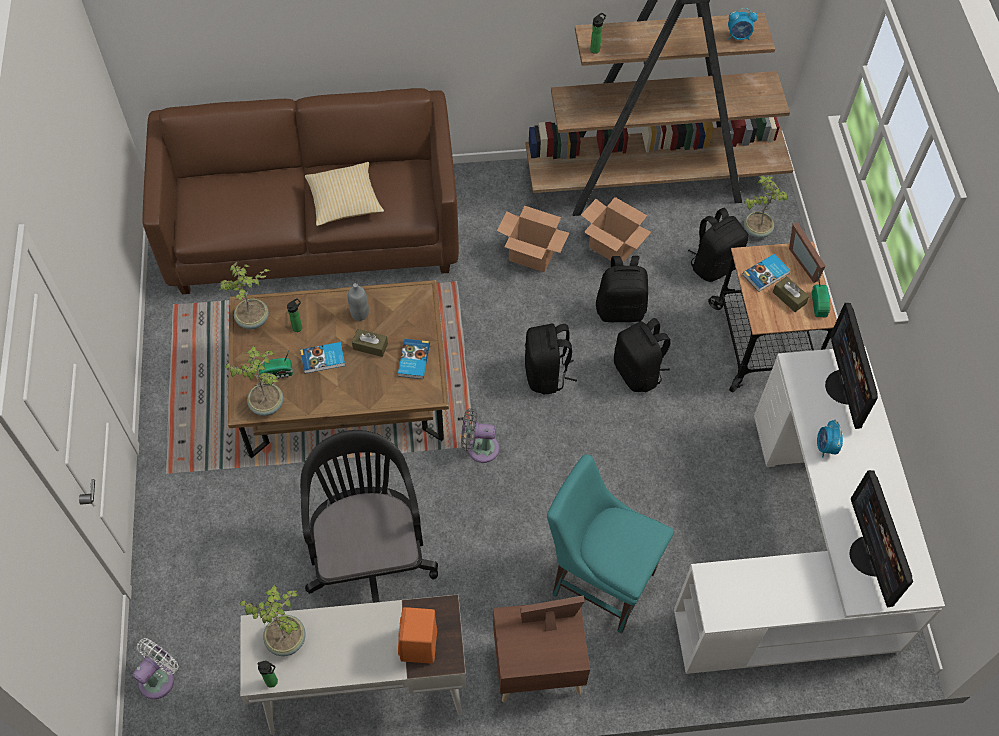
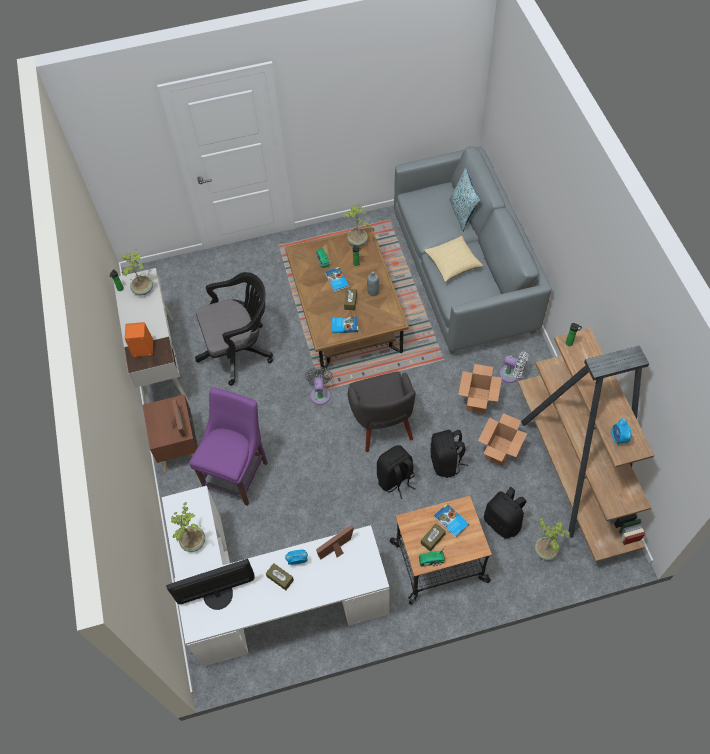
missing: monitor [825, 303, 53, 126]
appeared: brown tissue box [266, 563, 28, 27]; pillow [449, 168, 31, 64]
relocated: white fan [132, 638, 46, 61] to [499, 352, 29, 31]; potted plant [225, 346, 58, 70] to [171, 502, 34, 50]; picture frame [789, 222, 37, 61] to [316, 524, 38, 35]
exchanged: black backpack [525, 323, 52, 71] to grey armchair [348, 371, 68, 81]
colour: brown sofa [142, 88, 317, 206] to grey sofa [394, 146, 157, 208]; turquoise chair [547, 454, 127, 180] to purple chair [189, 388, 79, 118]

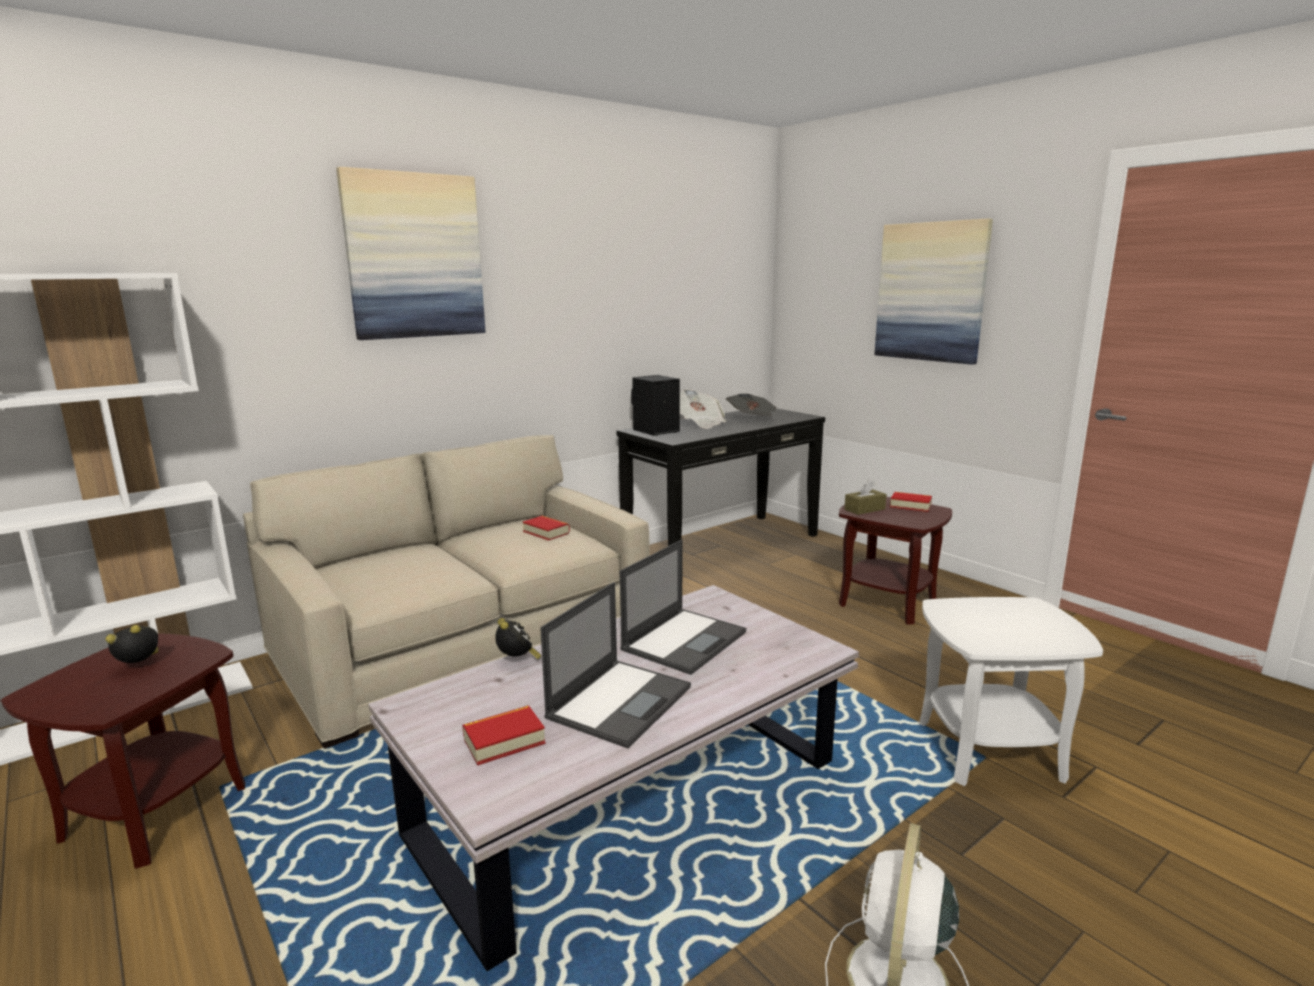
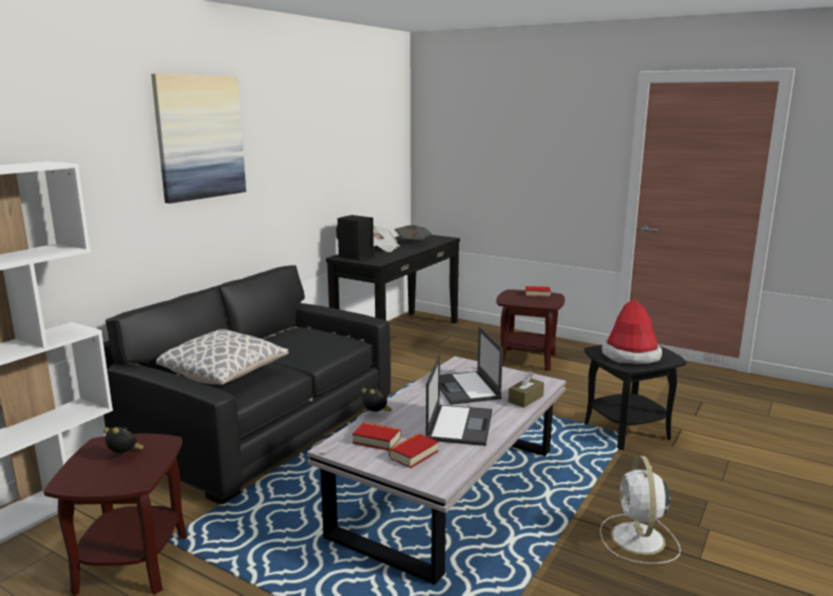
missing: picture [875, 219, 118, 146]
appeared: pillow [156, 329, 132, 56]; hat [602, 299, 60, 65]
relocated: book [522, 516, 48, 25] to [352, 422, 49, 29]; brown tissue box [844, 479, 43, 36] to [508, 371, 36, 37]
colour: beige sofa [243, 435, 407, 314] to black sofa [103, 265, 288, 239]; white side table [919, 597, 184, 189] to black side table [584, 345, 103, 105]
spun: alarm clock [106, 625, 53, 38] = [103, 427, 41, 26] 75 degrees clockwise; laptop [620, 540, 126, 135] = [440, 326, 63, 79] 150 degrees clockwise

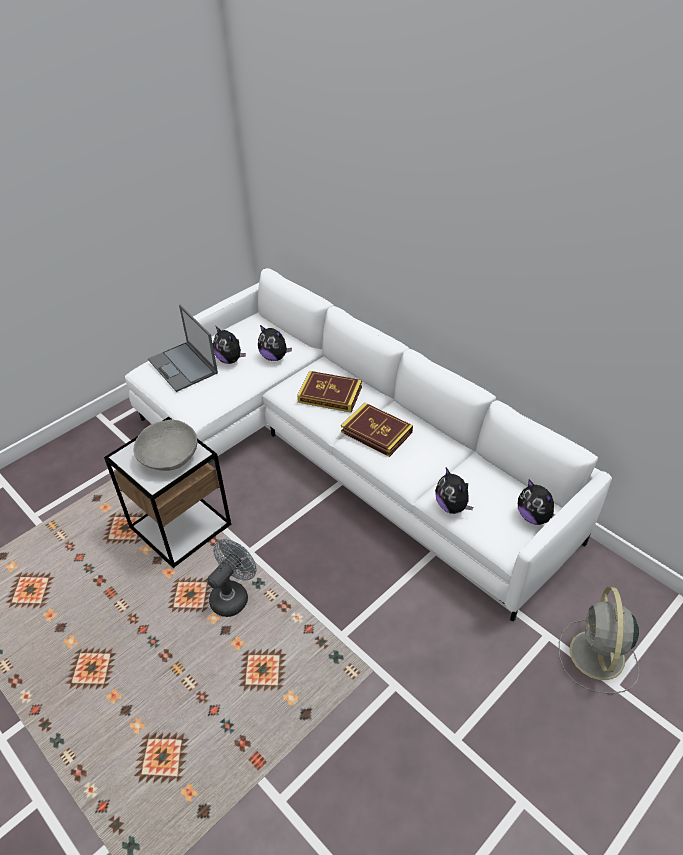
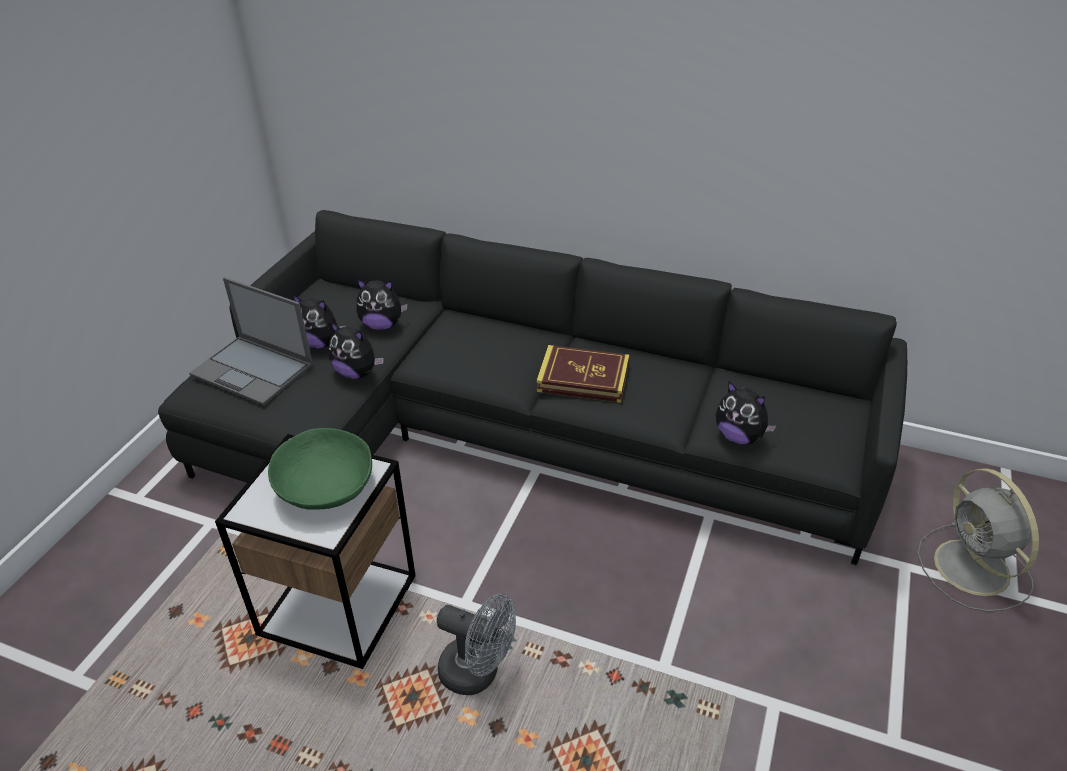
missing: book [297, 371, 65, 41]
relocated: plush toy [518, 479, 37, 46] to [329, 321, 55, 58]
colour: white sofa [125, 268, 487, 354] to black sofa [158, 210, 749, 356]; grey bowl [134, 420, 63, 51] to green bowl [268, 428, 104, 82]
spun: grey fan [207, 539, 50, 78] = [437, 594, 79, 101] 105 degrees clockwise

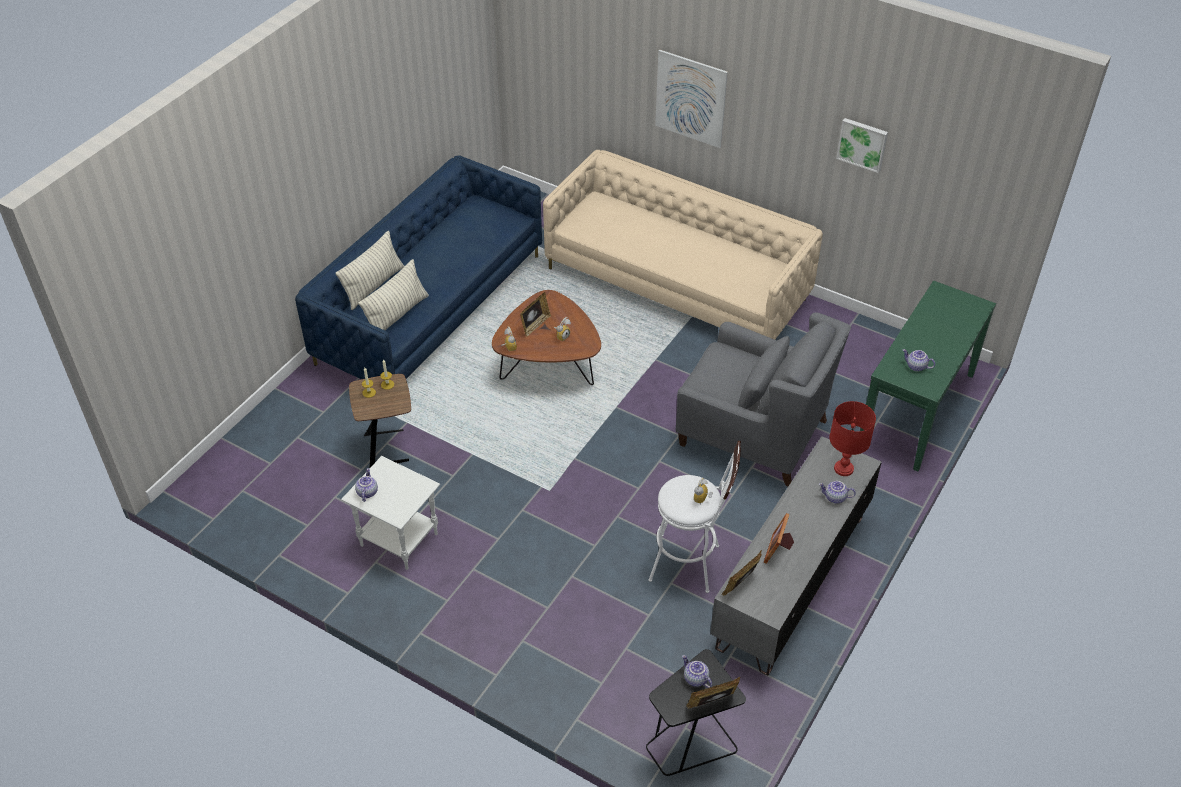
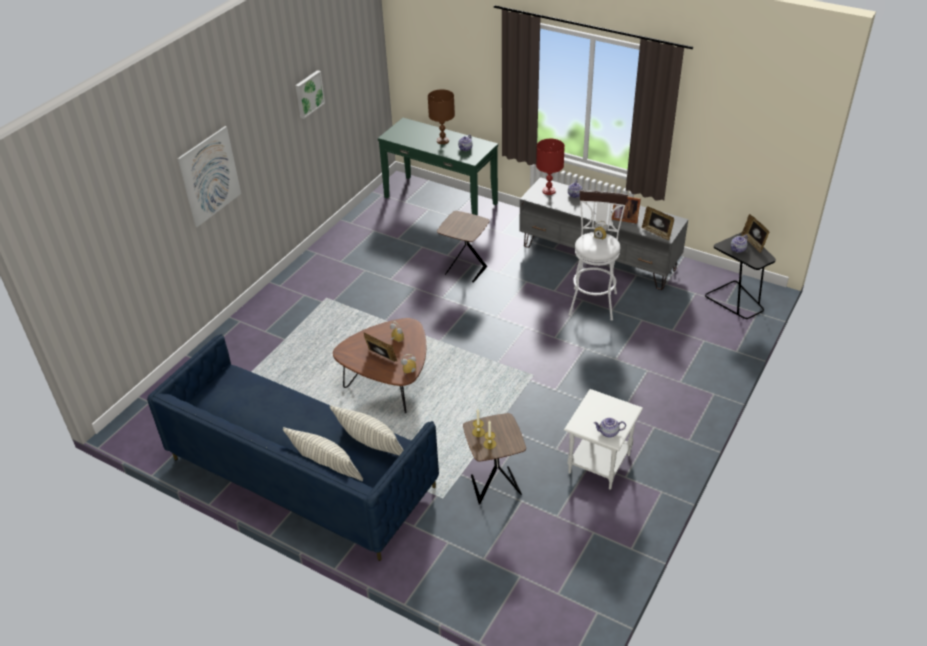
missing: beige sofa [543, 150, 280, 190]
appeared: brown table lamp [428, 89, 27, 55]
exchanged: grey armchair [676, 312, 175, 174] to brown side table [437, 211, 53, 72]

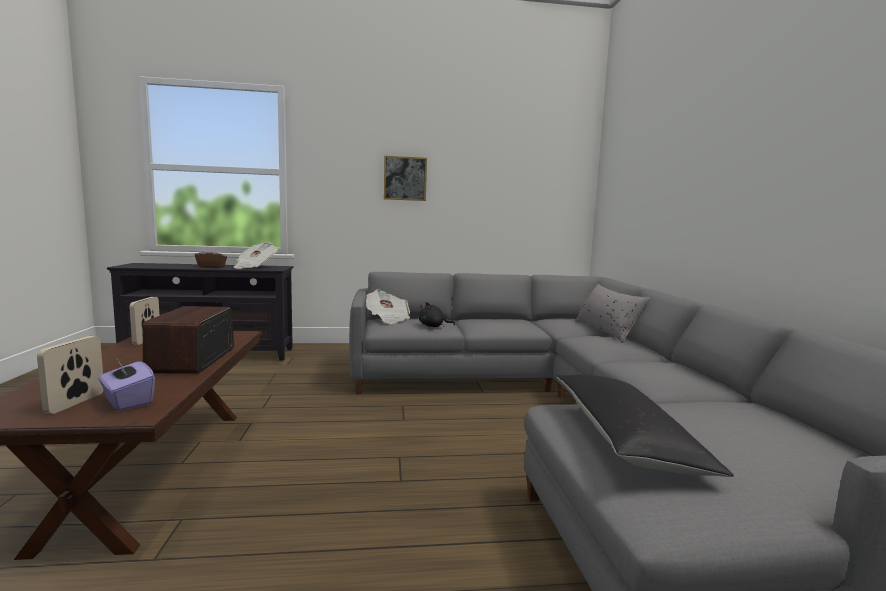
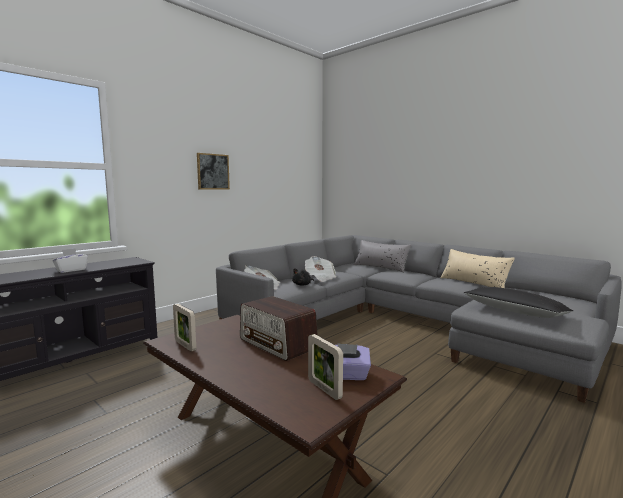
appeared: beige pillow [440, 249, 75, 39]
relocated: newspaper [234, 242, 44, 27] to [305, 256, 31, 26]
colour: brown tissue box [195, 247, 32, 21] to white tissue box [53, 248, 35, 25]

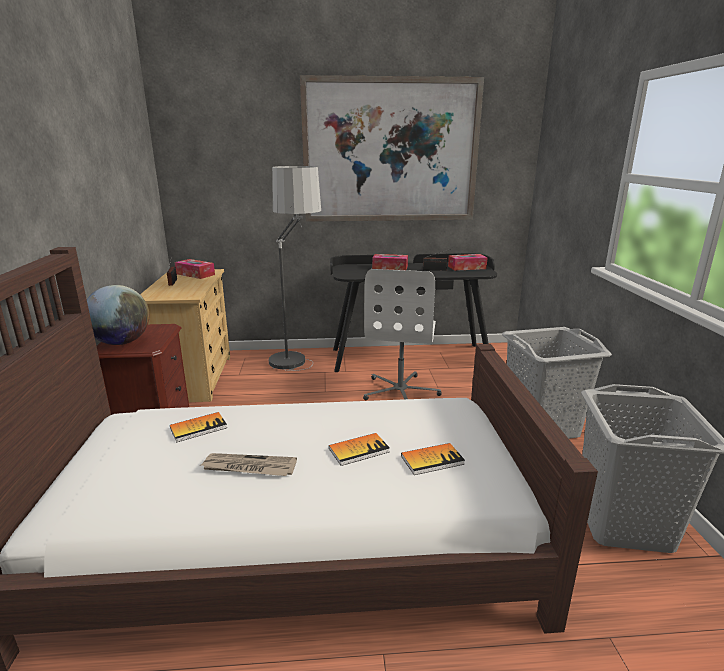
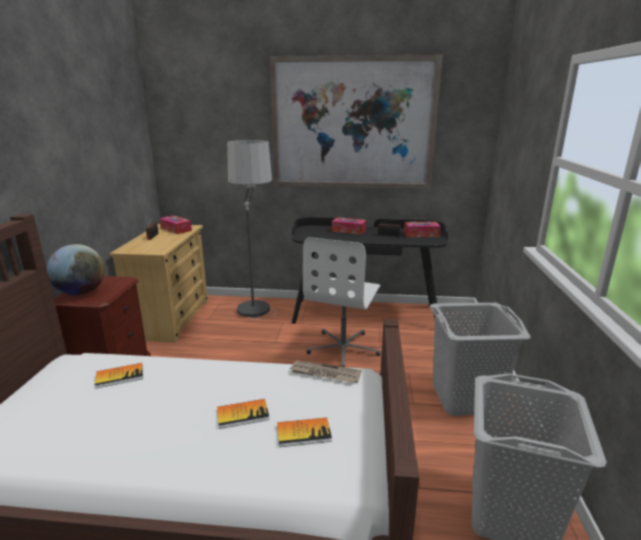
relocated: newspaper [201, 453, 96, 23] to [290, 361, 71, 22]

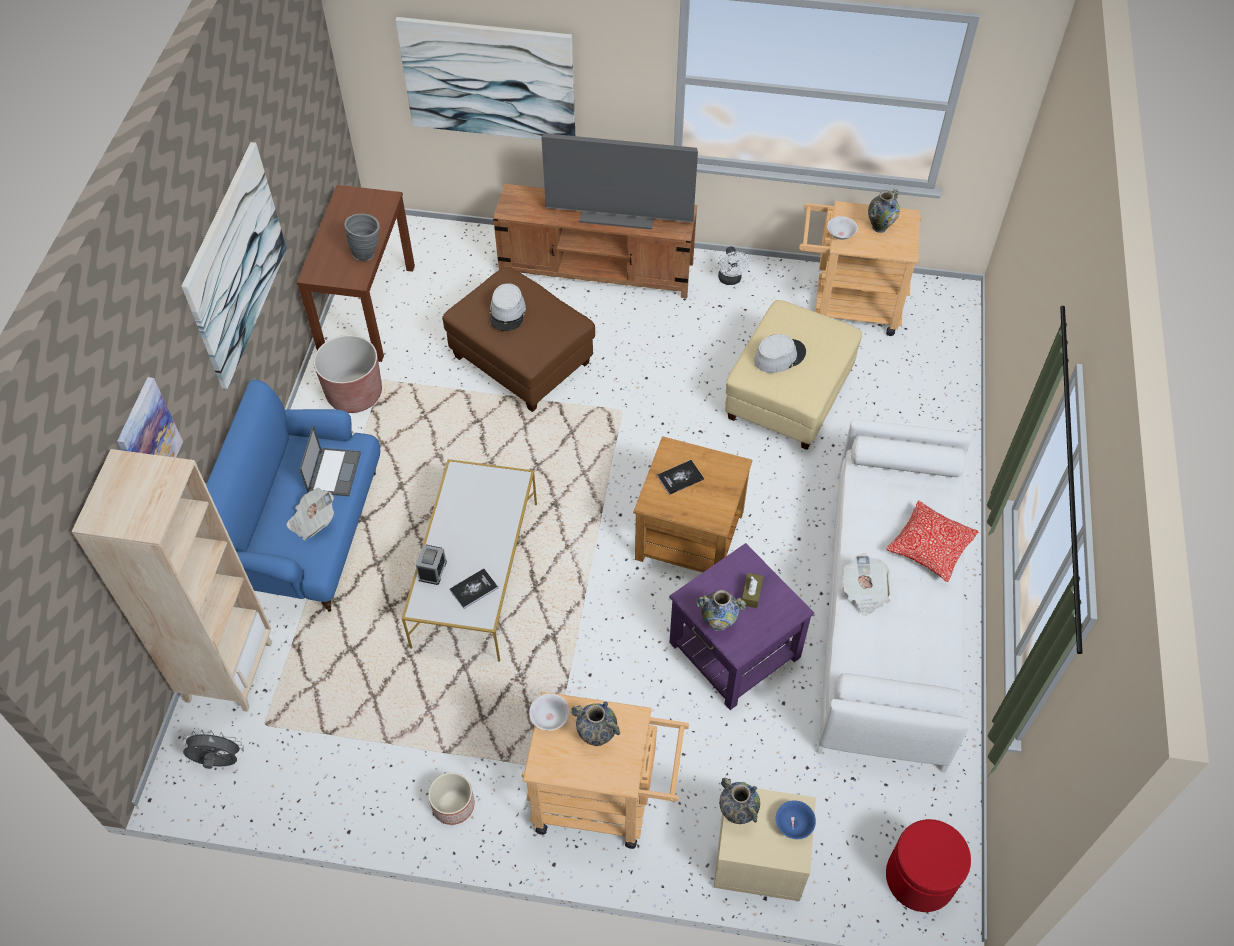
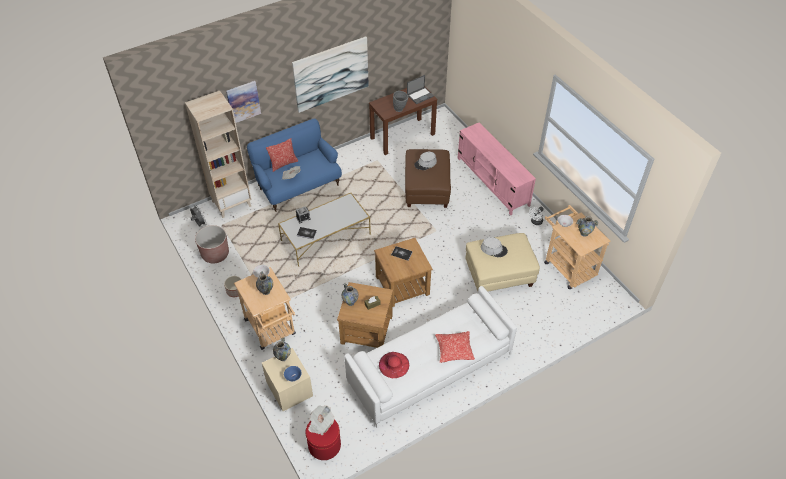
missing: picture [395, 17, 180, 123]; television [541, 133, 157, 97]
appeared: pillow [266, 138, 32, 34]; red hat [379, 352, 30, 26]
relocated: laptop [299, 425, 62, 71] to [407, 75, 27, 29]; brown planter [314, 335, 68, 78] to [195, 225, 34, 38]; newspaper [842, 553, 48, 63] to [308, 405, 26, 30]
colour: brown tv stand [493, 184, 204, 114] to pink tv stand [457, 122, 79, 93]; purple side table [669, 543, 145, 167] to brown side table [337, 282, 56, 66]

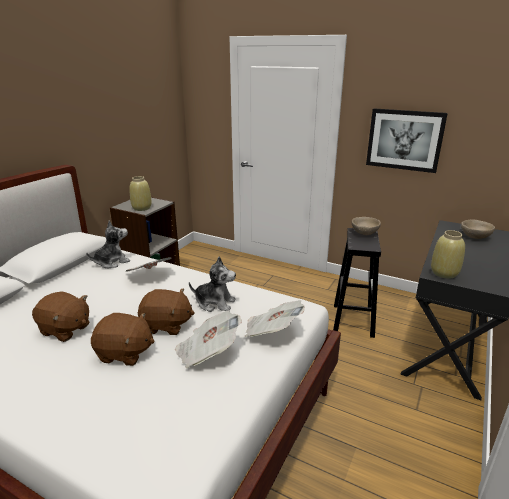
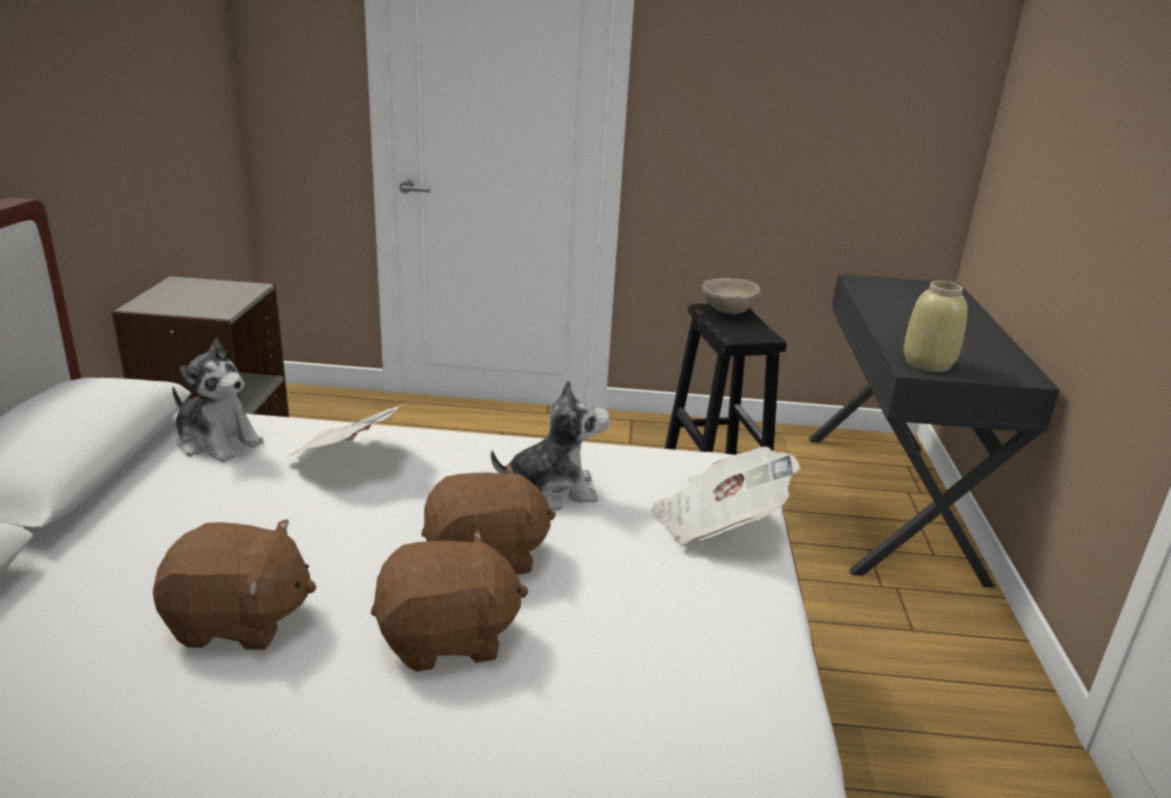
missing: beige vase [129, 176, 23, 35]; newspaper [175, 311, 67, 58]; picture [366, 108, 82, 65]; beige bowl [461, 220, 34, 19]
spun: plush toy [86, 221, 44, 47] = [172, 338, 92, 125] 90 degrees clockwise

